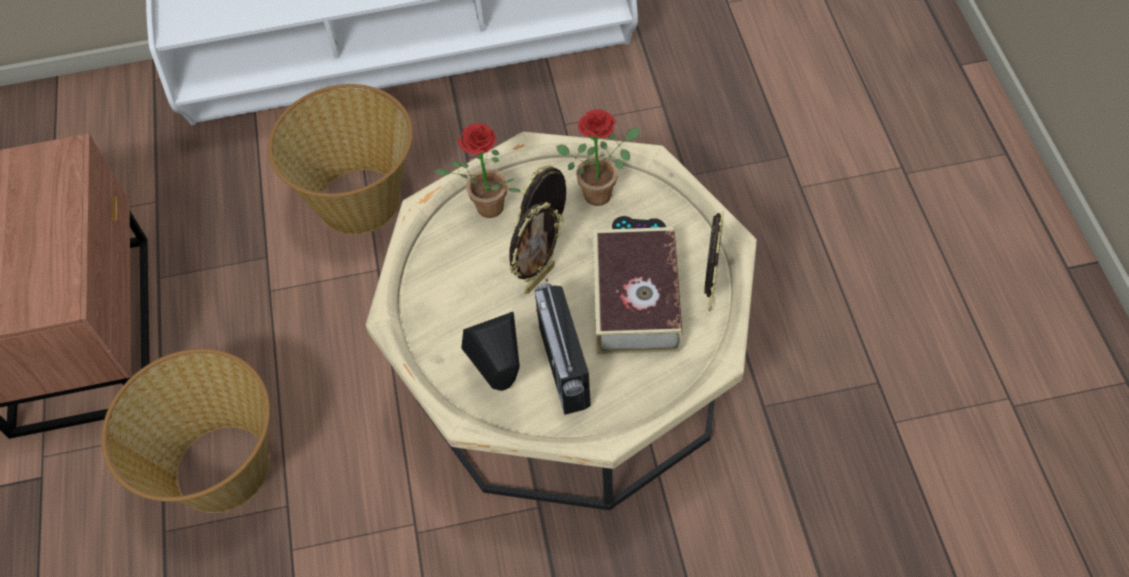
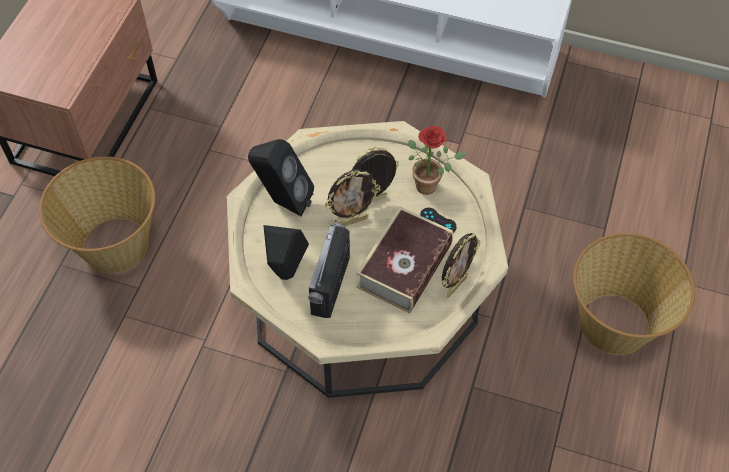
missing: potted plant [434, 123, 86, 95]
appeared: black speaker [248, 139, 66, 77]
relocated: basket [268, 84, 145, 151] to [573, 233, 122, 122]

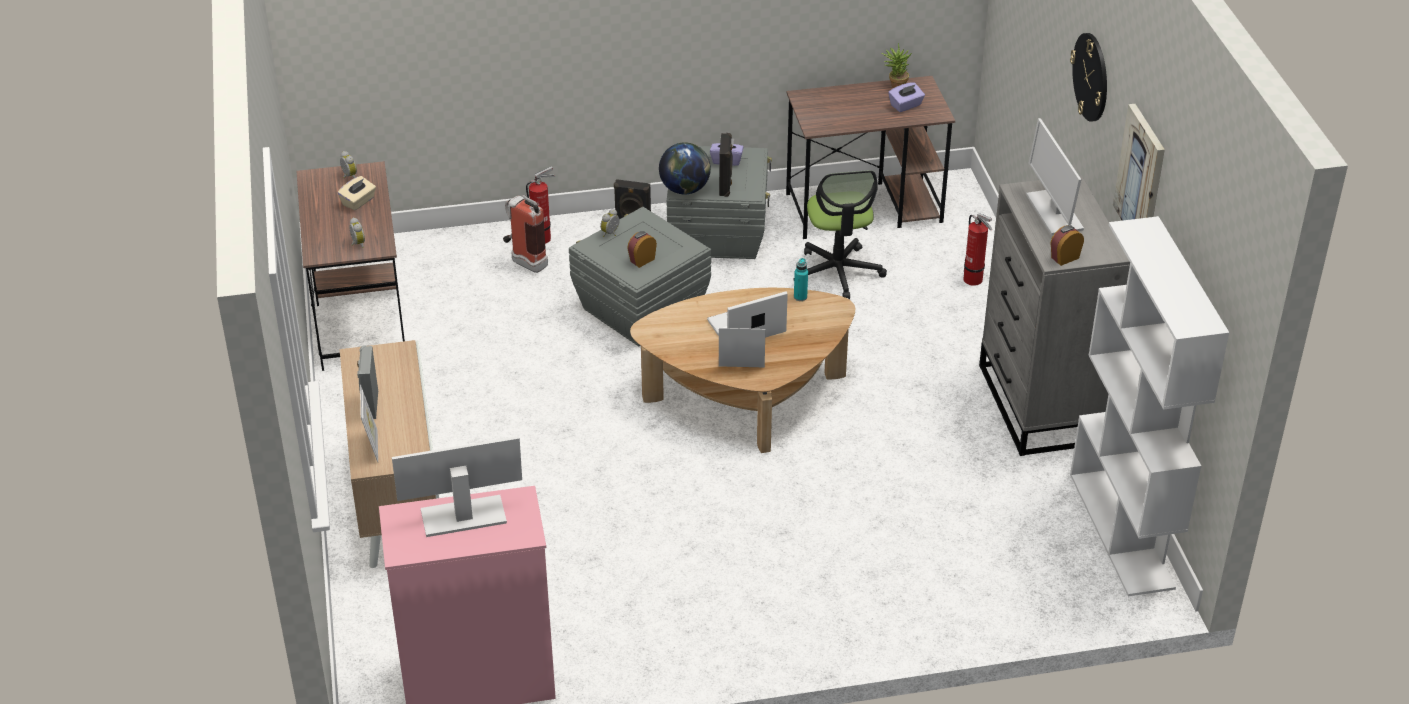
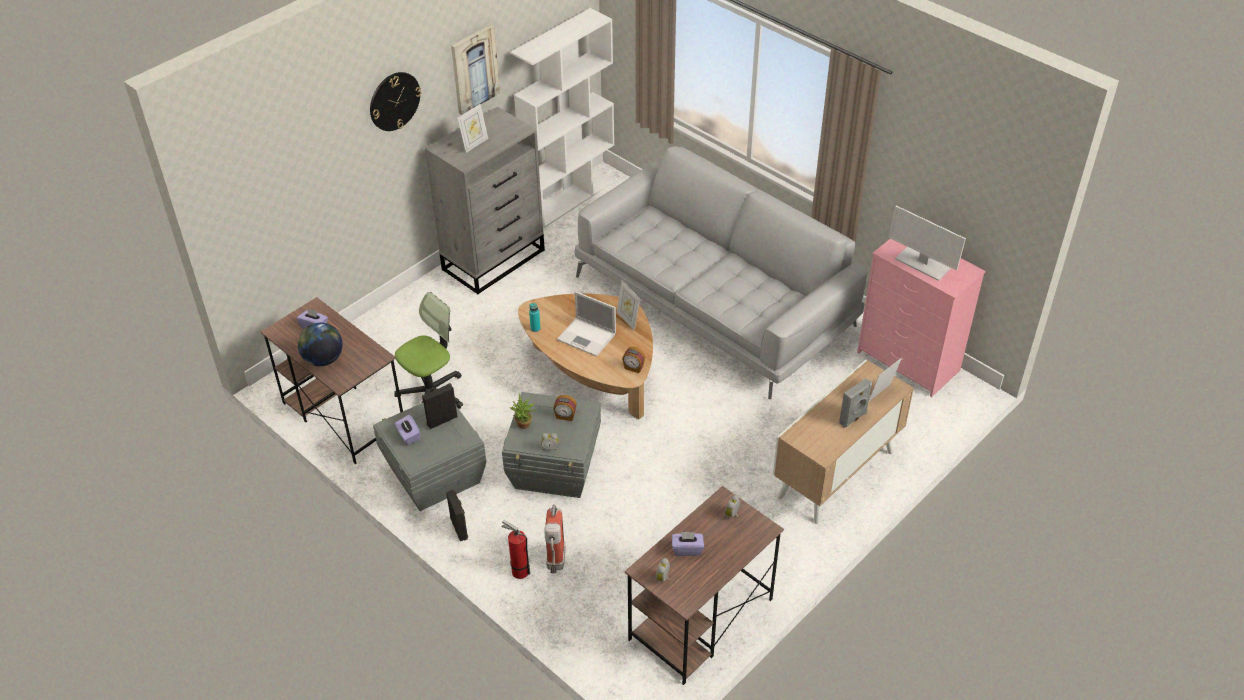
missing: fire extinguisher [964, 213, 28, 73]
appeared: grey sofa [575, 146, 293, 253]
relocated: globe [659, 142, 52, 52] to [298, 323, 45, 43]; potted plant [881, 43, 31, 45] to [510, 394, 26, 35]; alarm clock [1050, 225, 34, 41] to [622, 347, 23, 26]
exchanged: monitor [1026, 118, 58, 117] to picture frame [458, 104, 30, 49]
colour: beige tissue box [338, 176, 38, 34] to purple tissue box [672, 532, 32, 24]

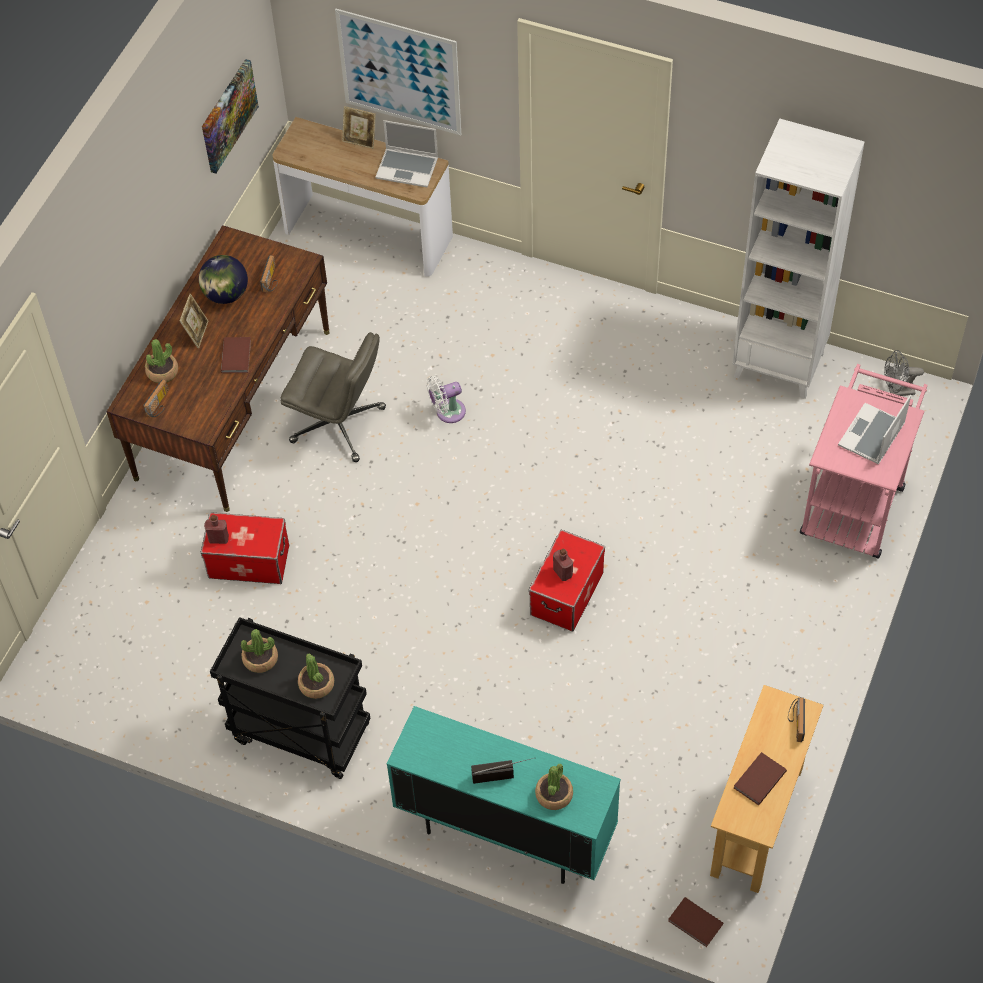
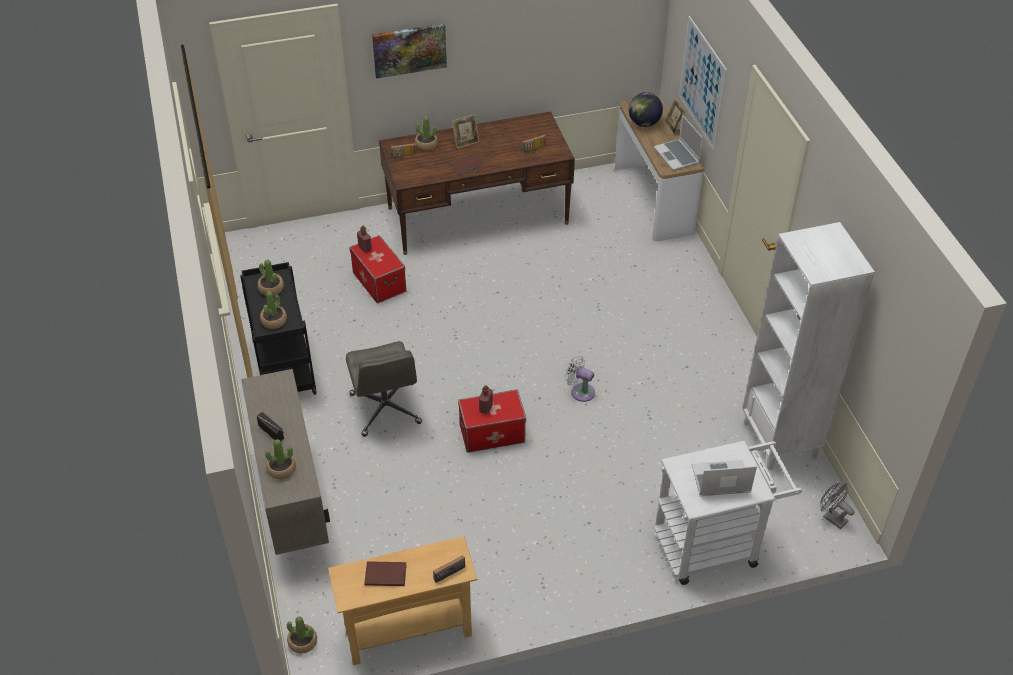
relocated: globe [199, 255, 49, 49] to [629, 92, 34, 35]; picture [202, 59, 57, 114] to [372, 24, 75, 54]; grey office chair [281, 332, 105, 130] to [346, 341, 76, 96]; white fan [426, 376, 40, 47] to [565, 355, 30, 47]
exchanged: brown book [668, 897, 55, 50] to potted plant [287, 616, 30, 38]
colour: turquoise cabinet [387, 706, 234, 178] to beige cabinet [241, 369, 89, 186]; pink cart [800, 364, 127, 195] to white cart [654, 441, 148, 144]

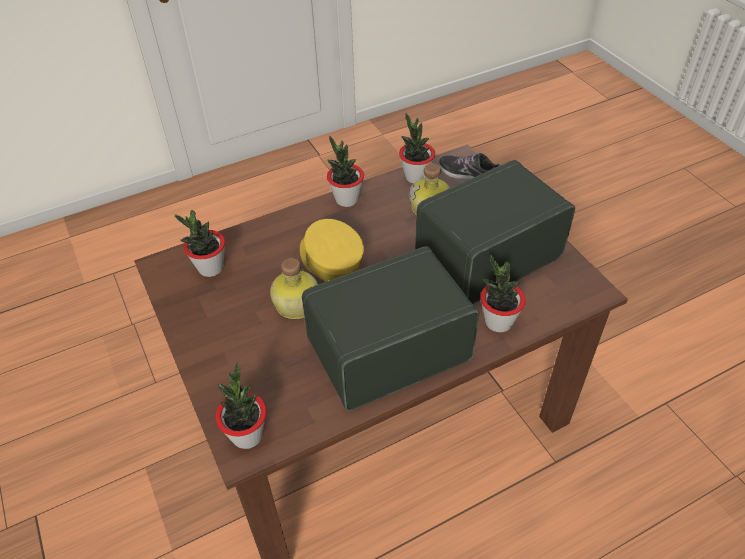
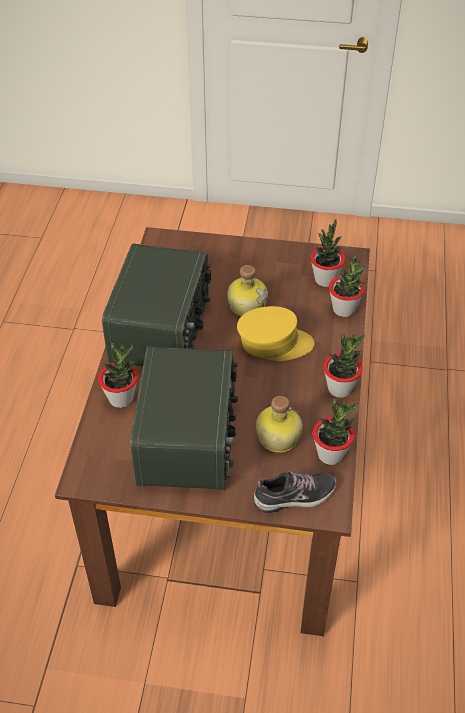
relocated: potted plant [215, 362, 51, 87] to [329, 256, 36, 61]

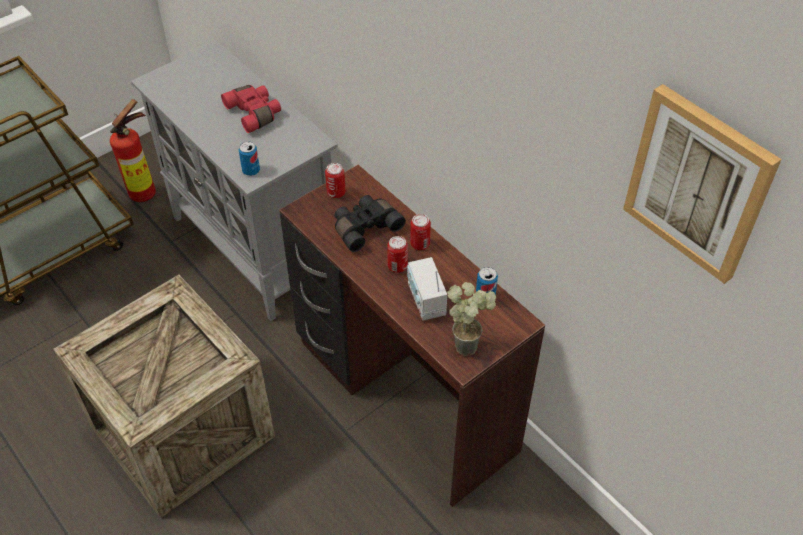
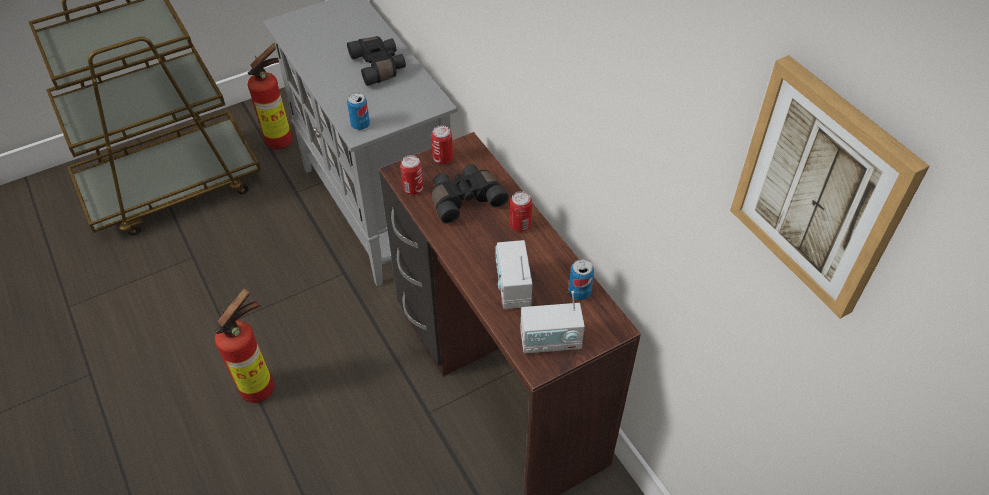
relocated: can [387, 236, 21, 37] to [400, 155, 24, 40]
exchanged: crate [53, 274, 222, 244] to fire extinguisher [215, 289, 60, 114]; potted plant [447, 282, 49, 74] to radio [520, 291, 65, 63]
colour: red binoculars [221, 85, 60, 48] to black binoculars [347, 36, 59, 50]

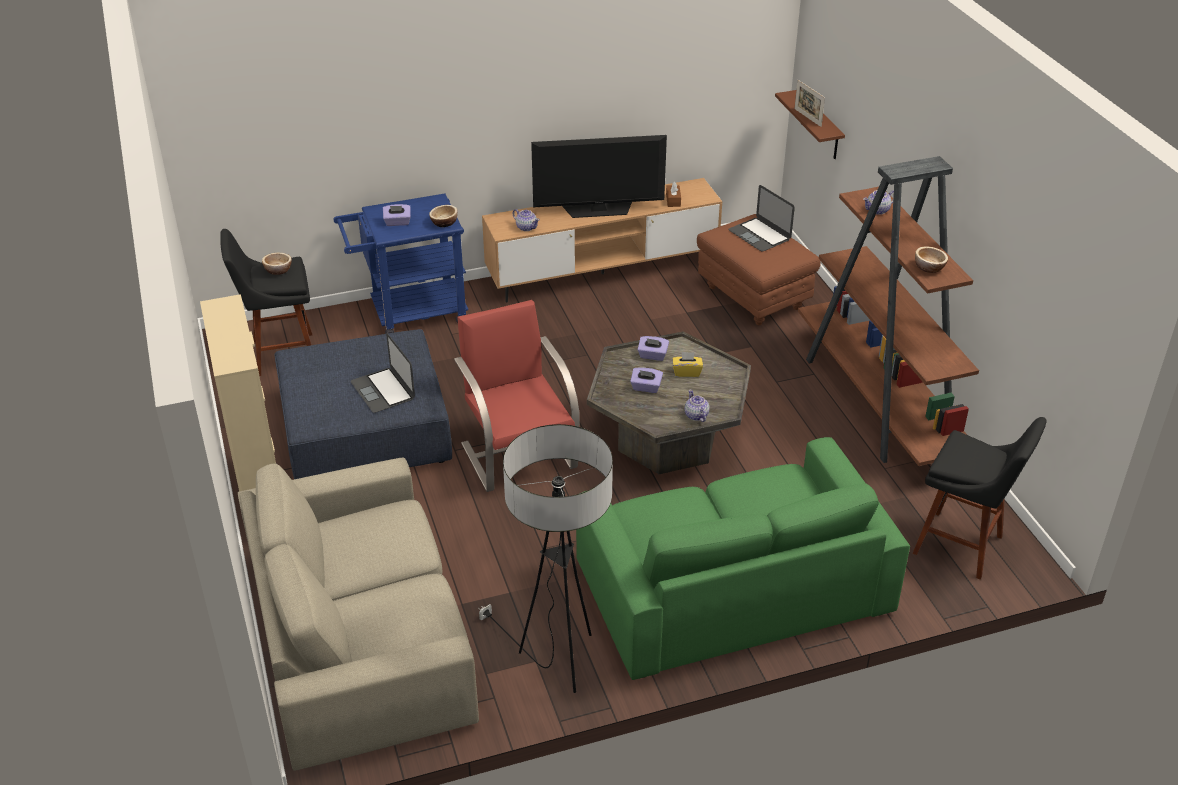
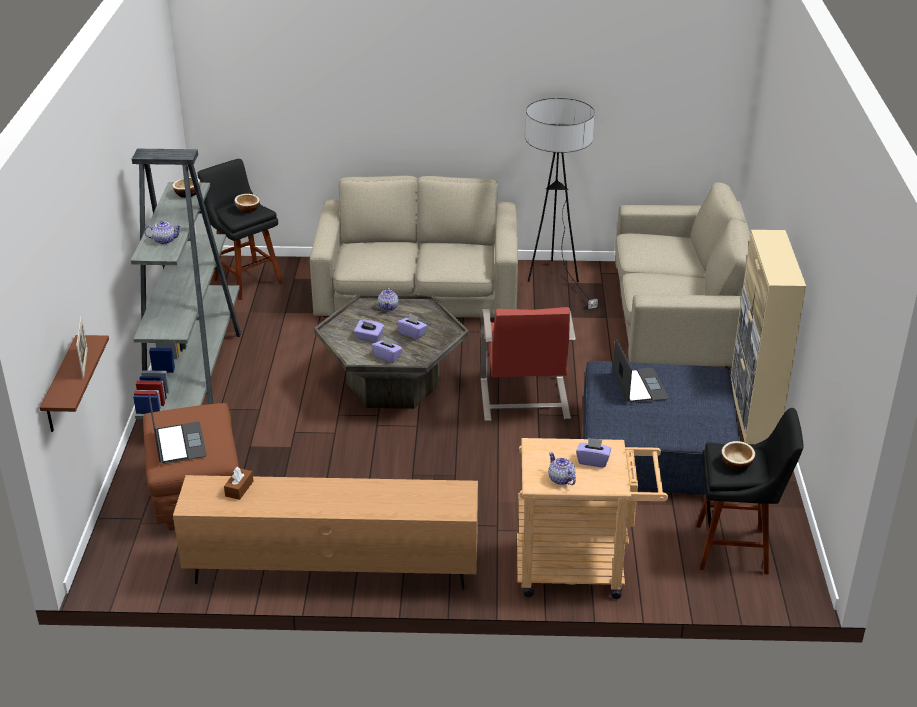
missing: television [531, 135, 136, 83]
relocated: bowl [429, 205, 29, 22] to [235, 194, 25, 19]; teapot [513, 209, 27, 22] to [548, 452, 28, 33]
colour: blue cart [333, 194, 135, 140] to beige cart [517, 438, 151, 161]; green sofa [576, 437, 334, 243] to beige sofa [310, 176, 208, 142]; yellow tissue box [673, 352, 30, 25] to purple tissue box [354, 320, 30, 23]; brown bookcase [798, 156, 181, 310] to grey bookcase [131, 149, 110, 270]

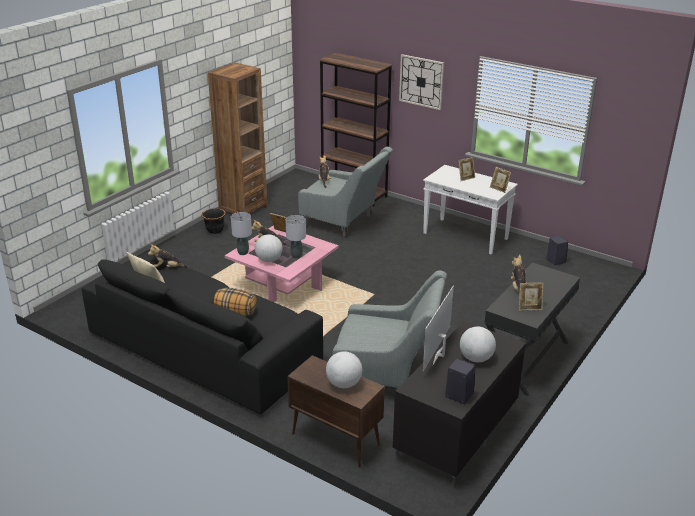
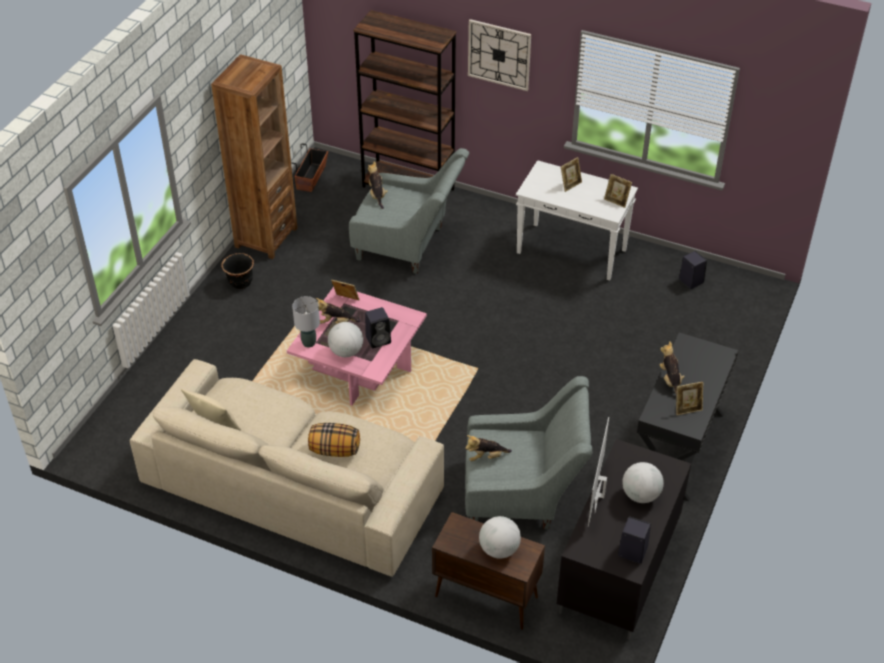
appeared: planter [291, 143, 37, 49]
relocated: plush toy [148, 244, 40, 23] to [465, 435, 47, 26]
exchanged: grey table lamp [286, 215, 20, 43] to black speaker [365, 307, 26, 41]
colour: black sofa [81, 250, 242, 164] to beige sofa [129, 359, 315, 218]

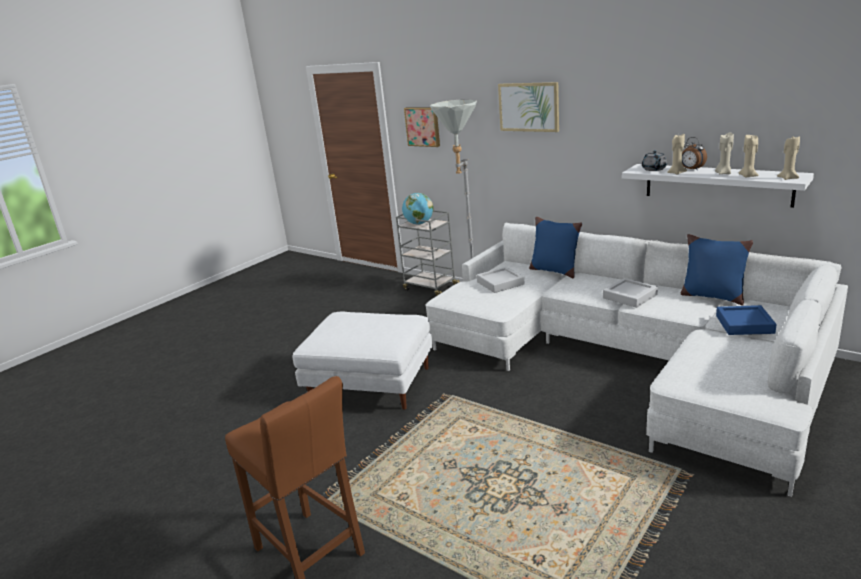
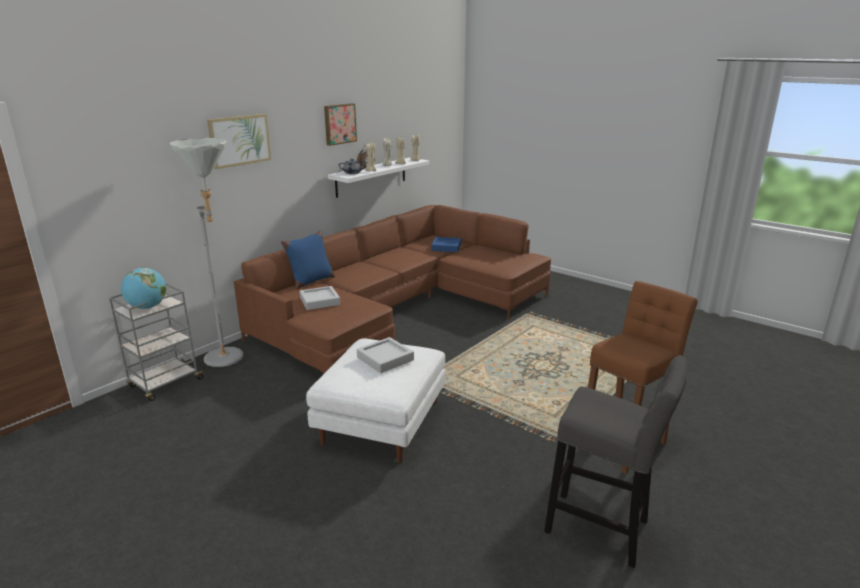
missing: blue pillow [681, 234, 72, 72]
appeared: grey stool [544, 355, 143, 213]
relocated: picture [404, 107, 36, 40] to [324, 103, 33, 43]; grey tray [603, 278, 55, 30] to [357, 337, 57, 36]
colour: white sofa [425, 222, 423, 275] to brown sofa [234, 205, 317, 168]

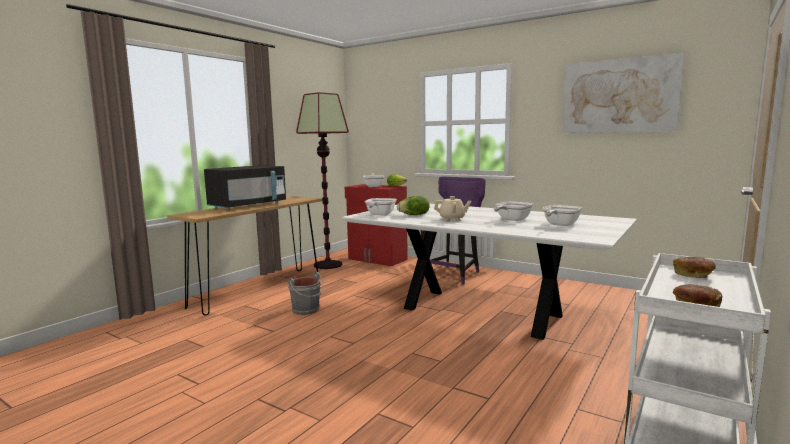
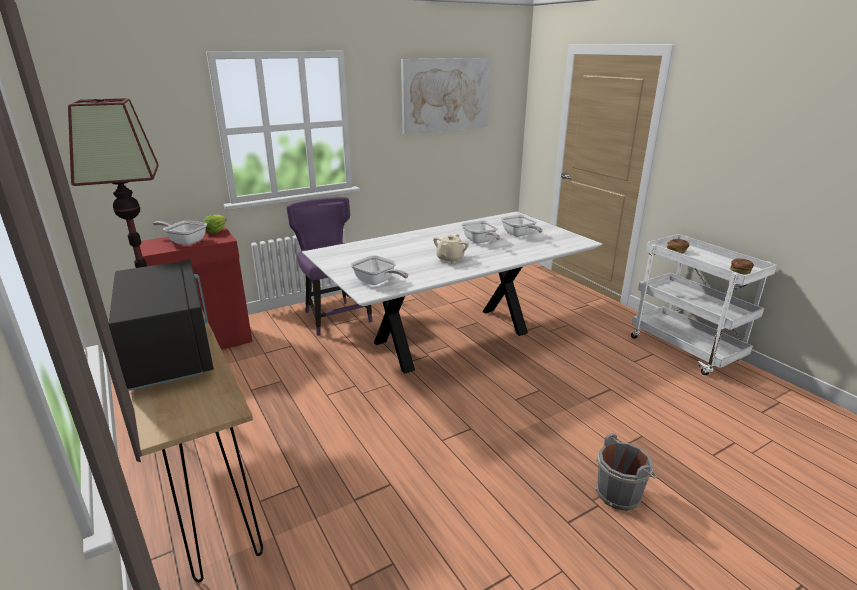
missing: lettuce [397, 196, 33, 19]
relocated: grey bucket [288, 271, 35, 44] to [595, 433, 62, 78]

